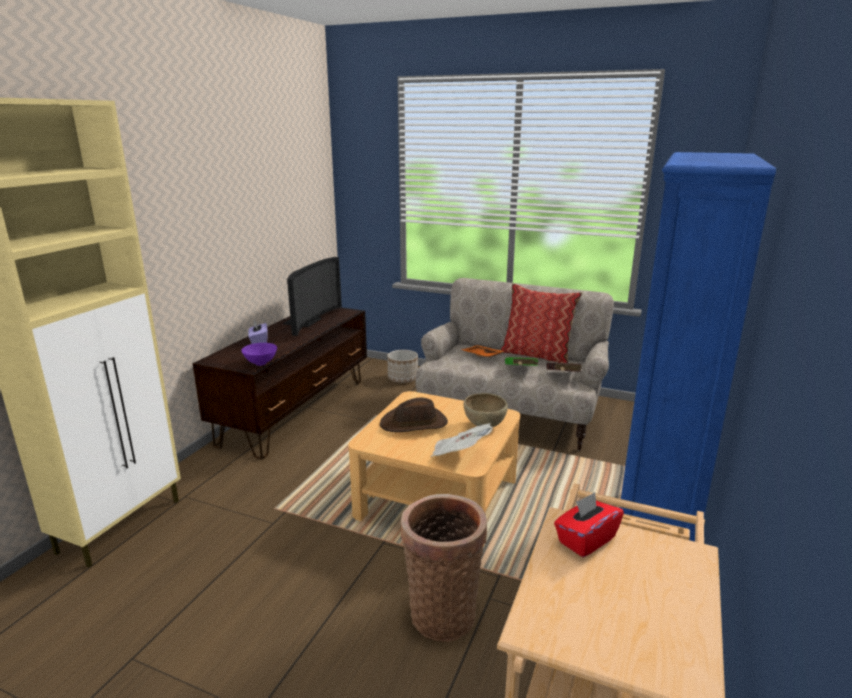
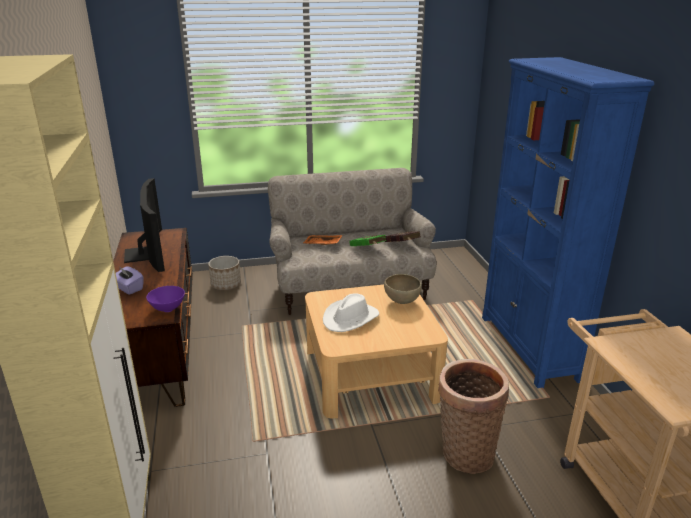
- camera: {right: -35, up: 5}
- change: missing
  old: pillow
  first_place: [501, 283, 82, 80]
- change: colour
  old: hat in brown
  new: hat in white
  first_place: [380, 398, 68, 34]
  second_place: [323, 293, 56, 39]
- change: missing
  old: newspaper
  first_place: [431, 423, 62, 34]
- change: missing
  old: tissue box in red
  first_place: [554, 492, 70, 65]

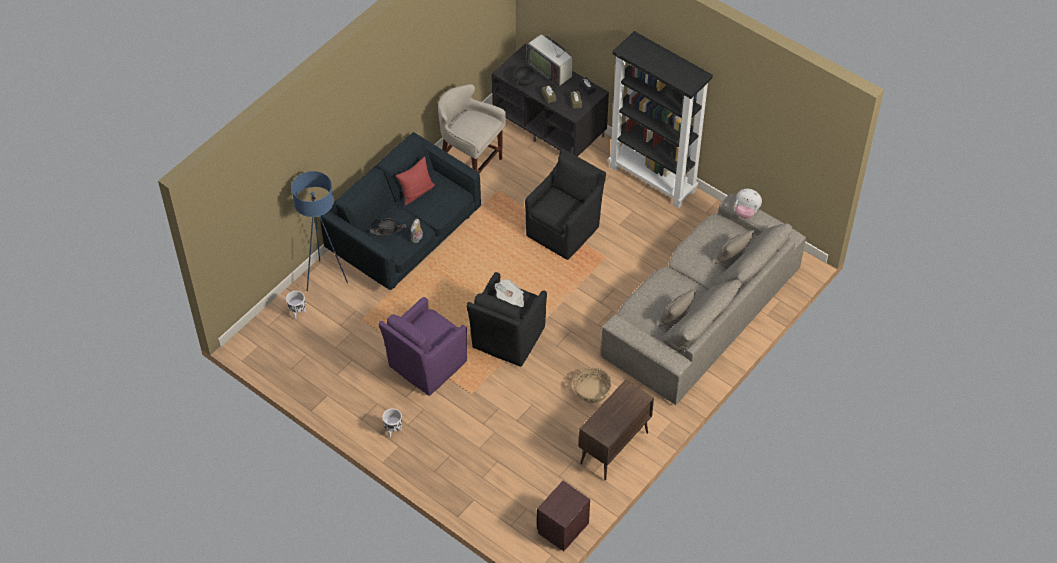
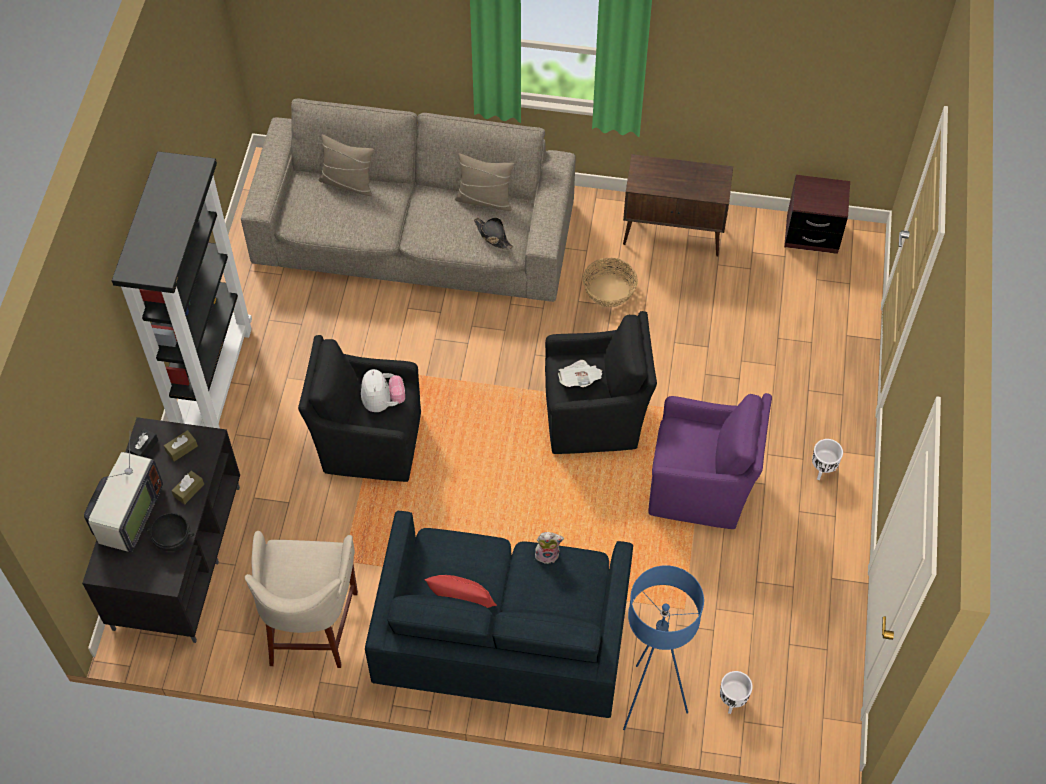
- camera: {right: -120, up: 5}
- change: relocated
  old: plush toy
  first_place: [735, 189, 27, 29]
  second_place: [361, 369, 44, 43]
- change: relocated
  old: hat in black
  first_place: [370, 219, 36, 16]
  second_place: [474, 217, 39, 33]

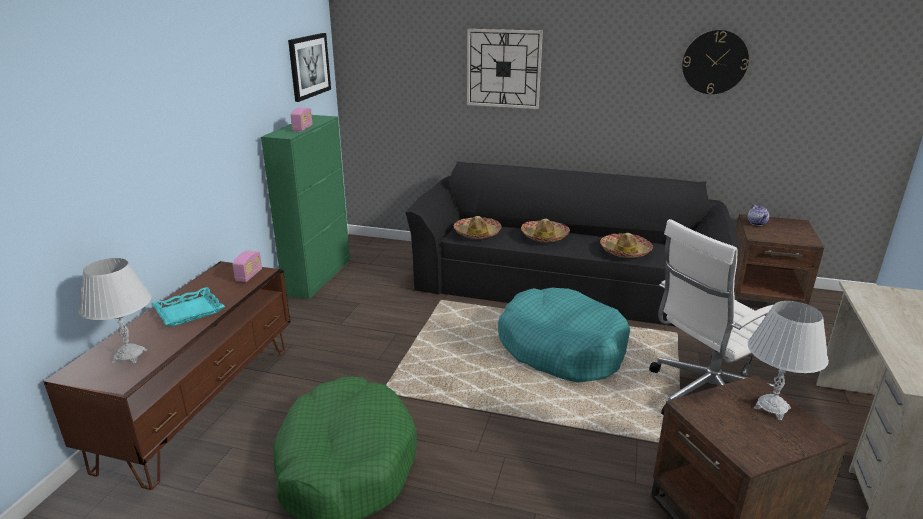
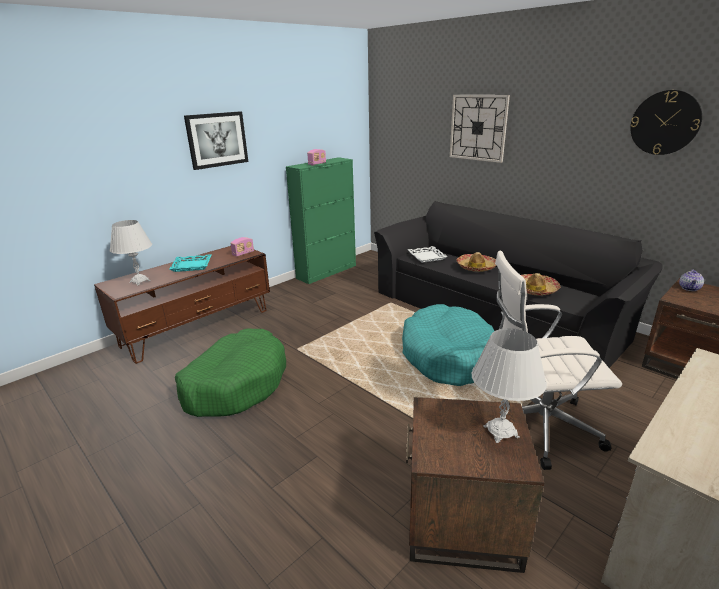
- camera: {right: 30, up: 0}
- change: relocated
  old: picture
  first_place: [288, 33, 43, 69]
  second_place: [184, 111, 64, 59]
- change: exchanged
  old: hat
  new: tray in white
  first_place: [454, 216, 47, 23]
  second_place: [408, 246, 40, 17]

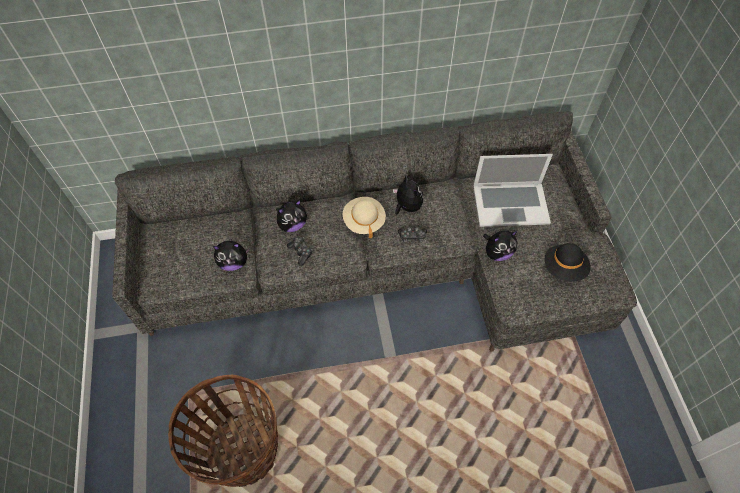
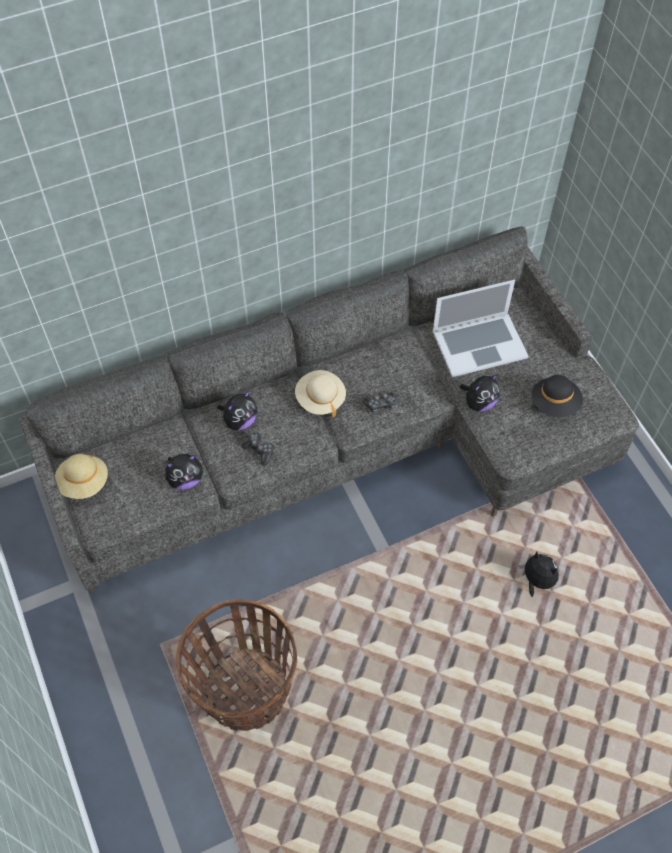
- camera: {right: -15, up: 0}
- change: relocated
  old: plush toy
  first_place: [393, 176, 30, 39]
  second_place: [518, 551, 41, 46]
- change: appeared
  new: hat in beige
  second_place: [55, 454, 53, 45]

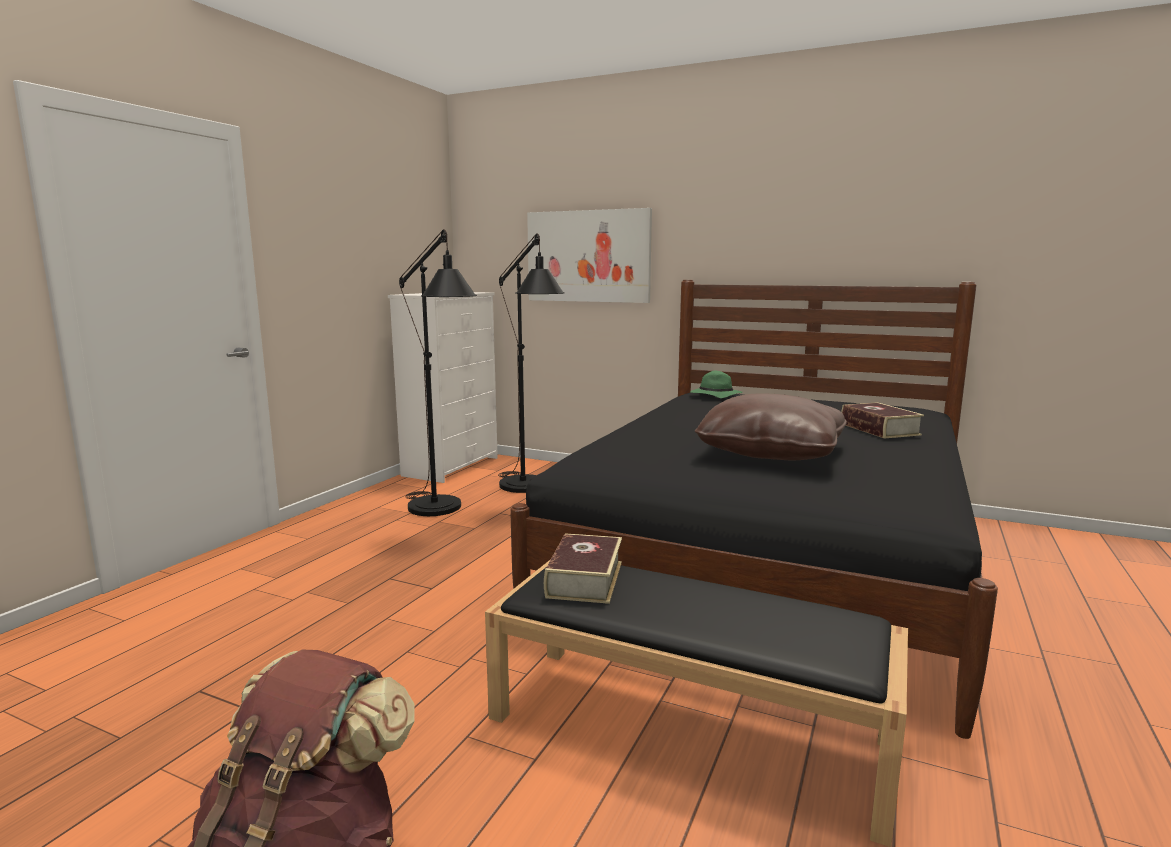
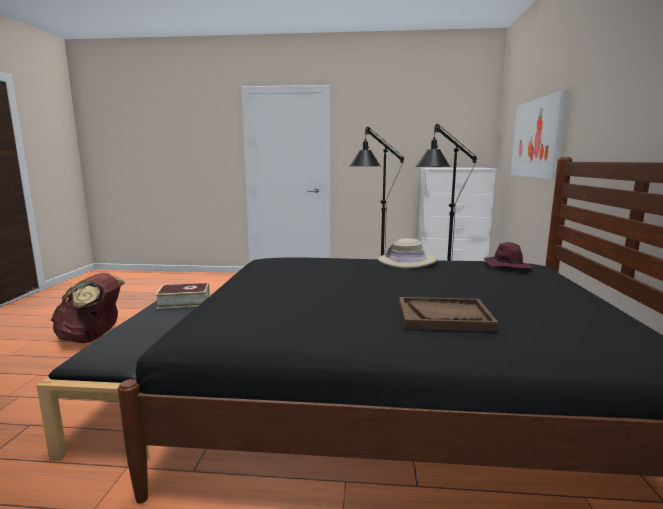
- camera: {right: 70, up: 0}
- change: colour
  old: hat in green
  new: hat in purple
  first_place: [690, 370, 53, 28]
  second_place: [484, 242, 49, 26]
- change: missing
  old: pillow in brown
  first_place: [695, 393, 152, 67]
- change: exchanged
  old: book
  new: tray in brown
  first_place: [841, 402, 83, 37]
  second_place: [399, 297, 100, 34]
- change: appeared
  new: hat in beige
  second_place: [378, 238, 60, 30]

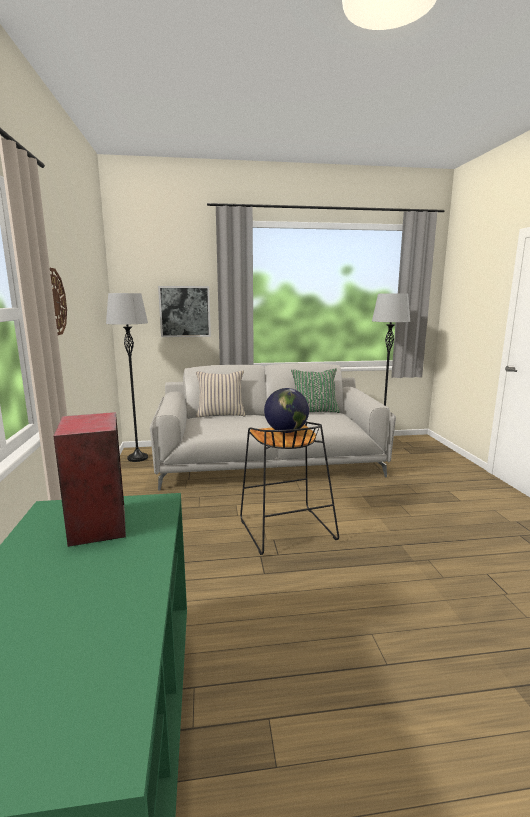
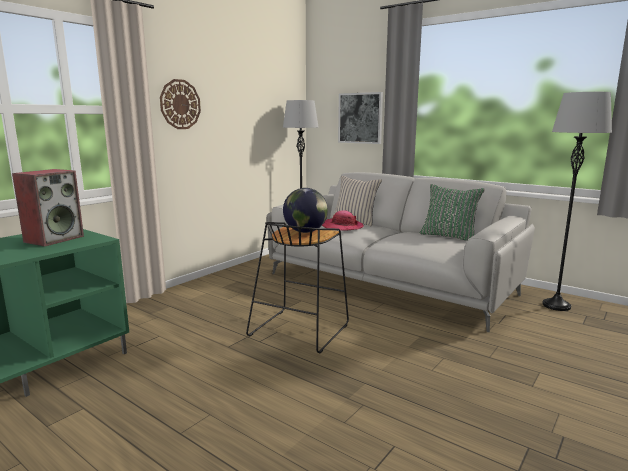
- camera: {right: 45, up: 0}
- change: appeared
  new: hat
  second_place: [322, 210, 42, 21]

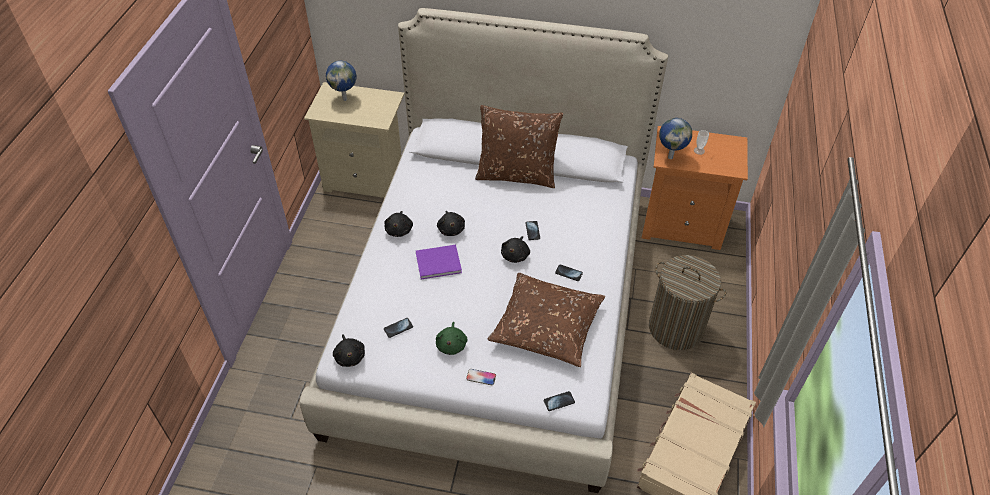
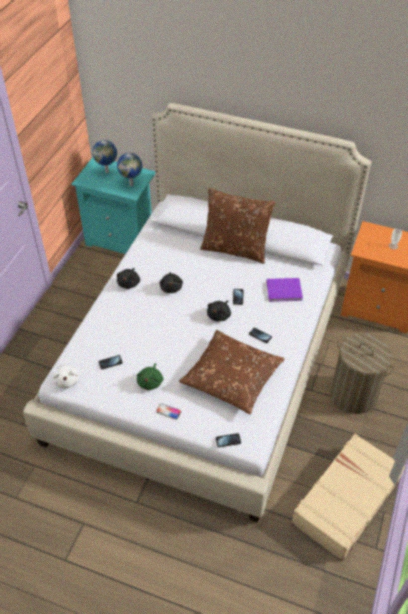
- camera: {right: 10, up: 0}
- change: colour
  old: nightstand in beige
  new: nightstand in turquoise
  first_place: [304, 82, 100, 116]
  second_place: [71, 157, 84, 97]
- change: relocated
  old: globe
  first_place: [659, 118, 33, 41]
  second_place: [117, 153, 25, 33]
- change: relocated
  old: book in purple
  first_place: [416, 245, 46, 34]
  second_place: [267, 278, 36, 24]
- change: colour
  old: plush toy in black
  new: plush toy in white
  first_place: [333, 334, 32, 33]
  second_place: [53, 362, 27, 26]

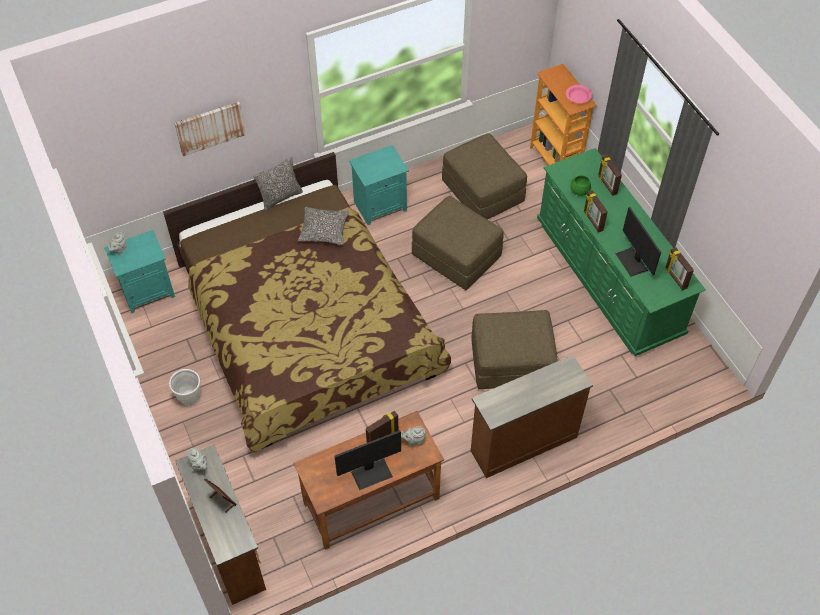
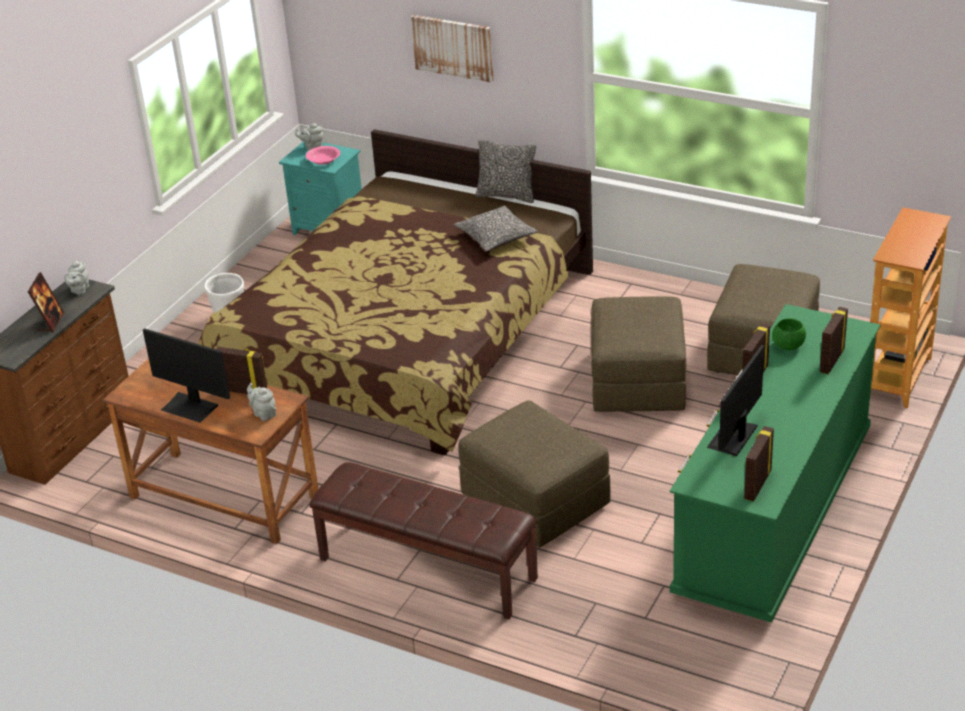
- camera: {right: 55, up: -20}
- change: relocated
  old: bowl in pink
  first_place: [566, 85, 26, 18]
  second_place: [306, 146, 34, 19]
- change: missing
  old: nightstand in turquoise
  first_place: [349, 145, 60, 80]
- change: exchanged
  old: dresser in brown
  new: bench in brown
  first_place: [471, 355, 122, 123]
  second_place: [309, 462, 229, 158]

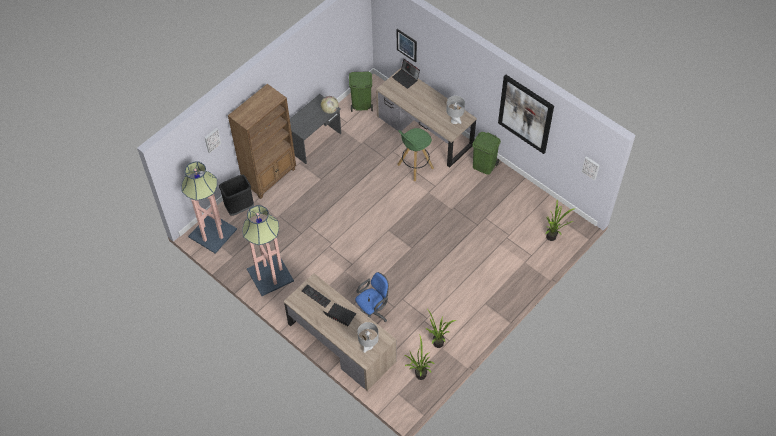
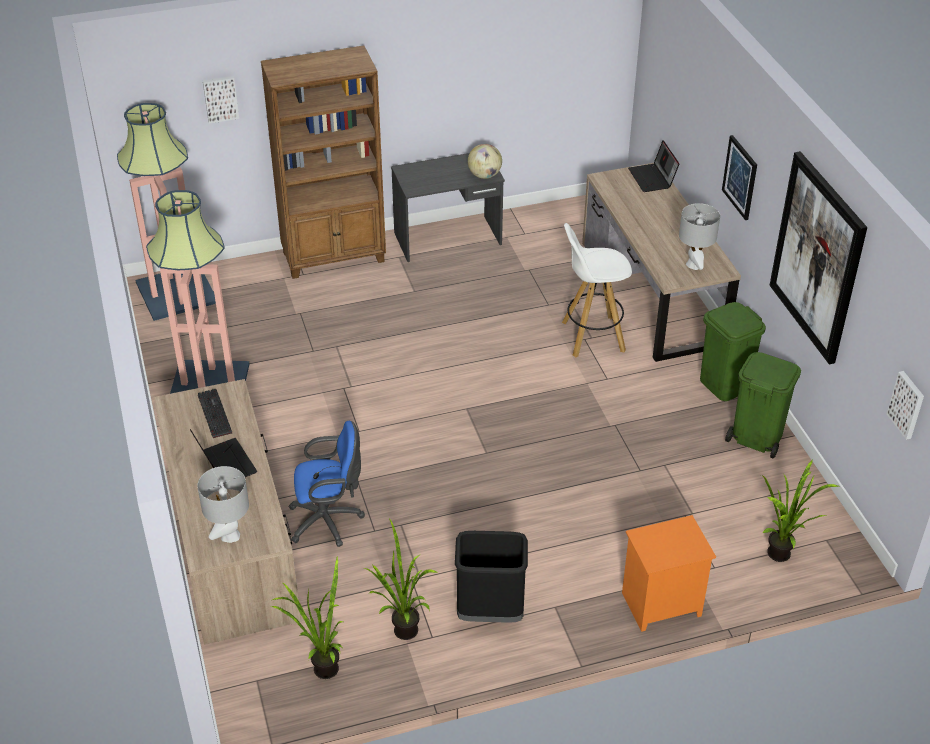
- camera: {right: 30, up: -15}
- change: relocated
  old: picture
  first_place: [397, 29, 20, 33]
  second_place: [722, 135, 35, 85]
- change: relocated
  old: trash can in green
  first_place: [349, 71, 24, 41]
  second_place: [725, 352, 76, 106]
- change: colour
  old: stool in green
  new: stool in white
  first_place: [397, 128, 37, 54]
  second_place: [562, 223, 70, 135]
- change: relocated
  old: trash can in black
  first_place: [219, 175, 35, 41]
  second_place: [455, 531, 73, 92]
- change: appeared
  new: nightstand in orange
  second_place: [622, 515, 94, 117]

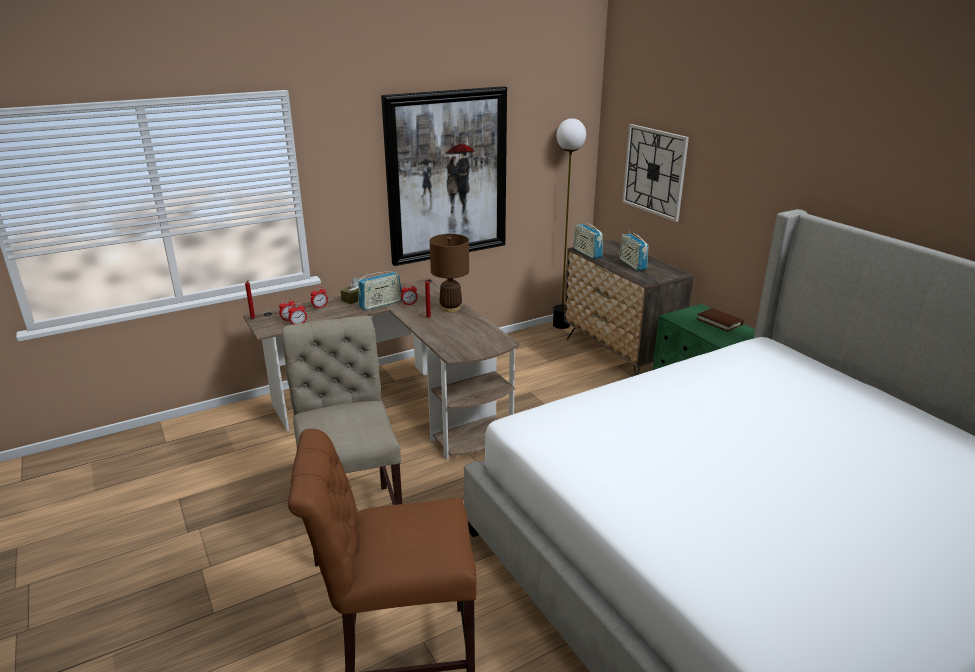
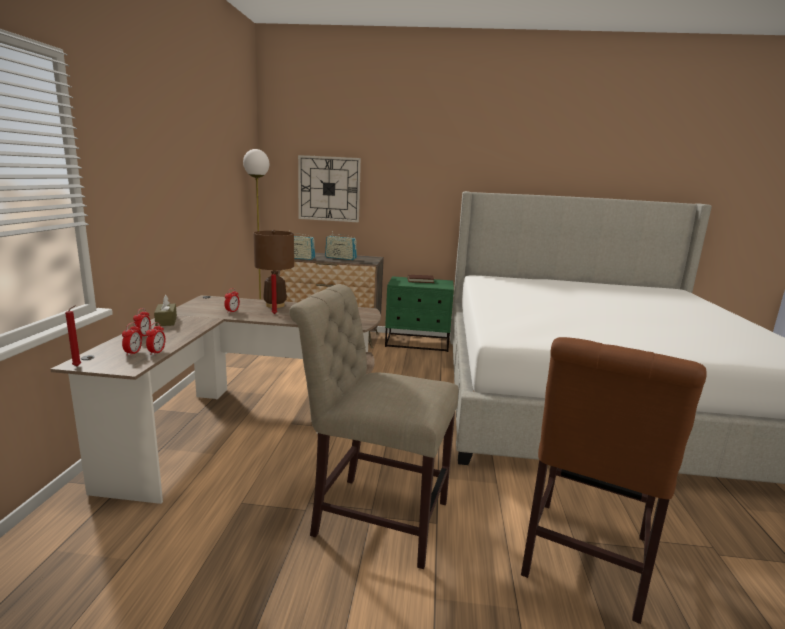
- camera: {right: -55, up: -10}
- change: missing
  old: picture
  first_place: [381, 86, 126, 180]
- change: missing
  old: radio
  first_place: [358, 272, 44, 38]

